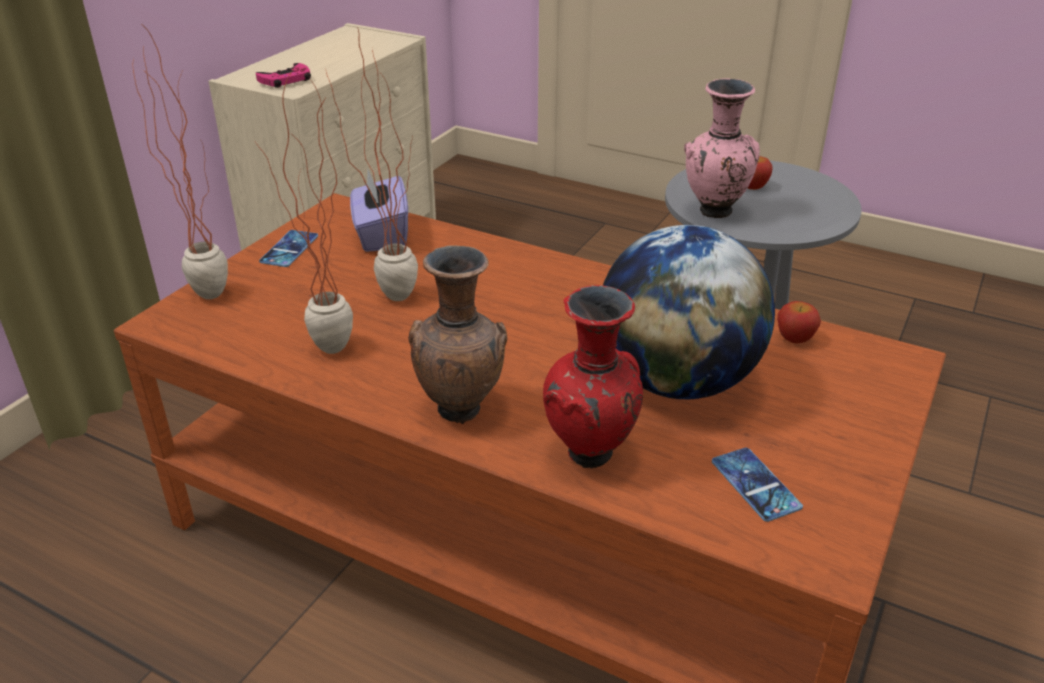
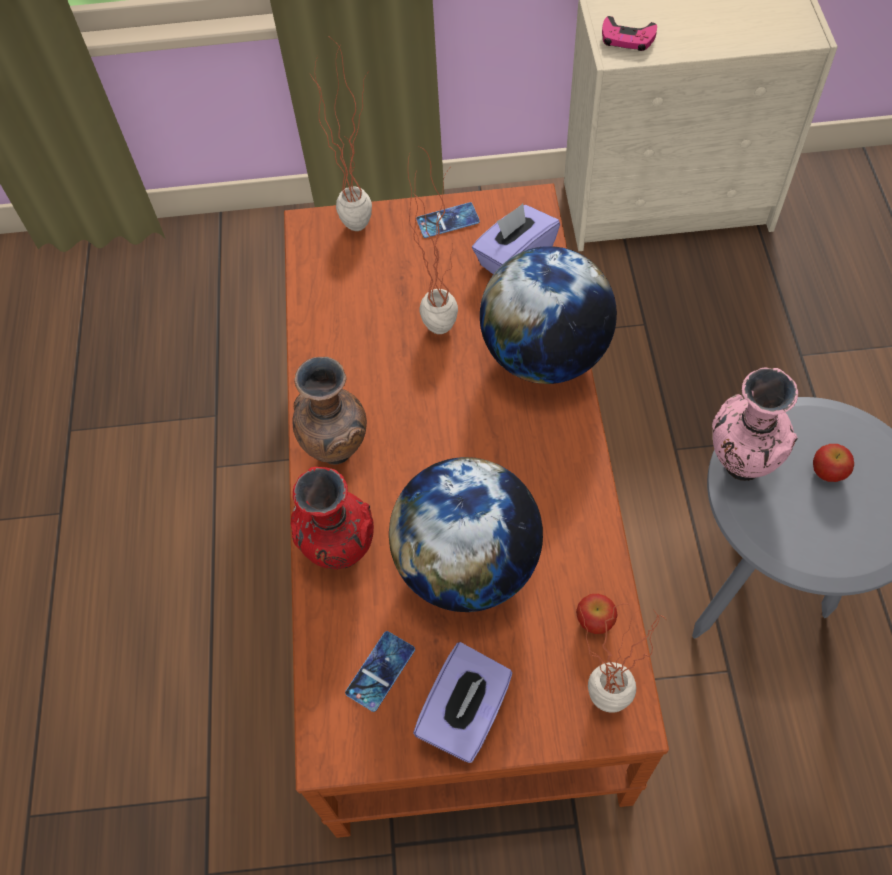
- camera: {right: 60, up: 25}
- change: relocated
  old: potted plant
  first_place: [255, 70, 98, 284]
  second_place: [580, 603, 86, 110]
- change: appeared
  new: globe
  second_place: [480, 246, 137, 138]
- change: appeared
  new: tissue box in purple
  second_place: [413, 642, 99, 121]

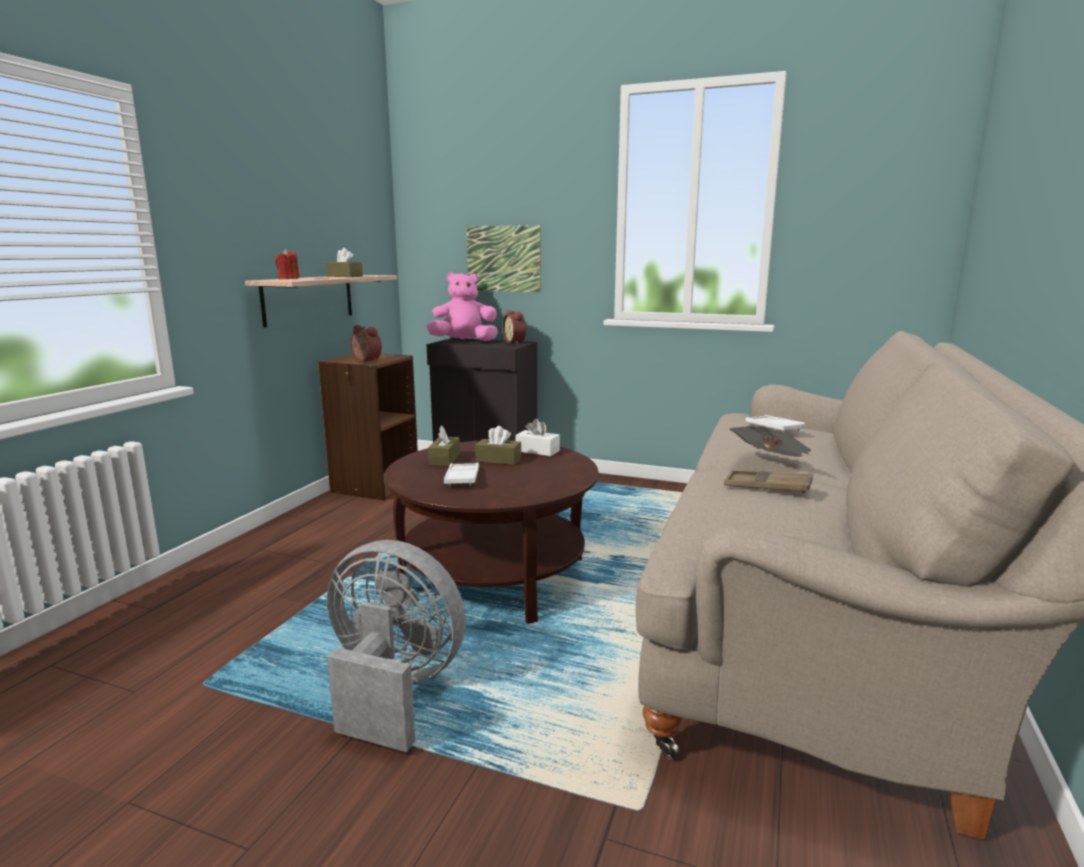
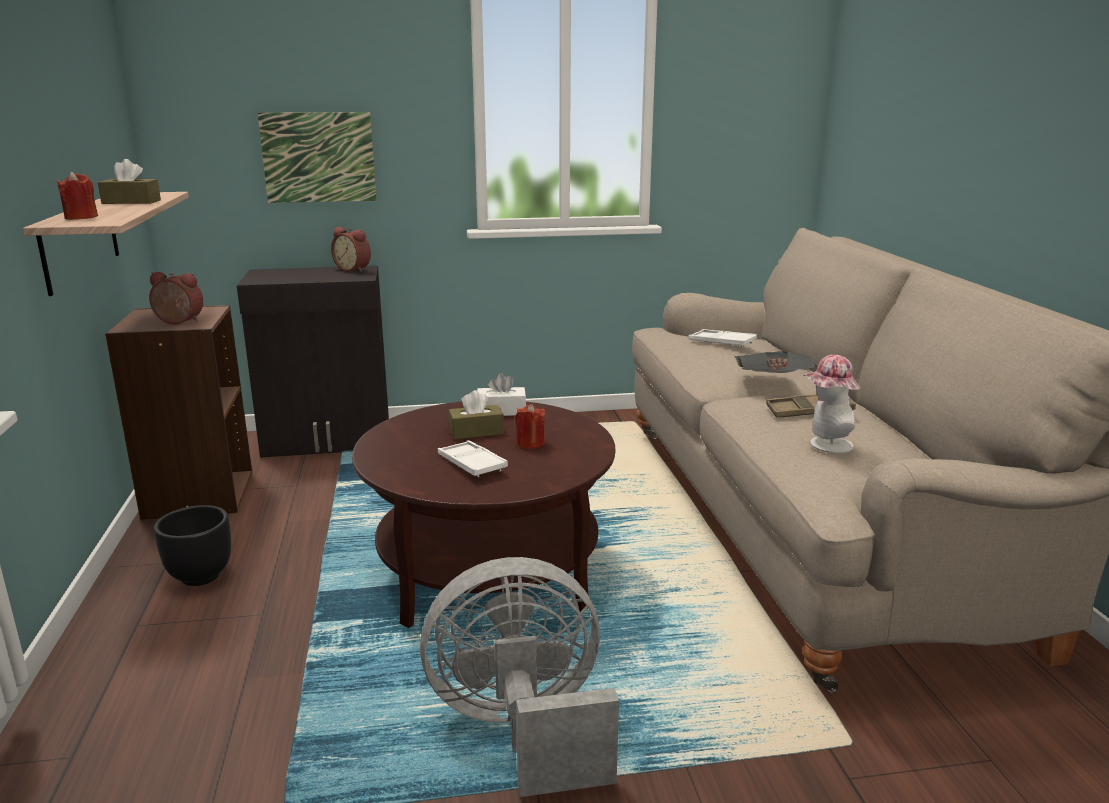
- camera: {right: -30, up: 5}
- change: missing
  old: plush toy in pink
  first_place: [426, 272, 72, 70]
- change: missing
  old: tissue box in brown
  first_place: [428, 425, 32, 41]
- change: appeared
  new: hat
  second_place: [803, 355, 57, 98]
- change: appeared
  new: candle in red
  second_place: [515, 404, 30, 45]
- change: appeared
  new: planter in black
  second_place: [154, 505, 77, 81]

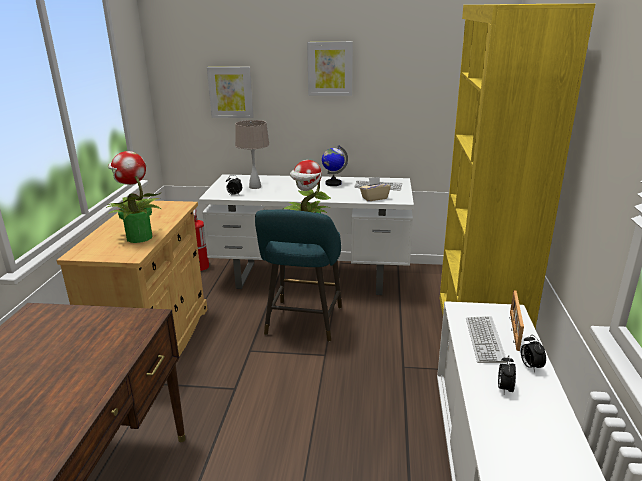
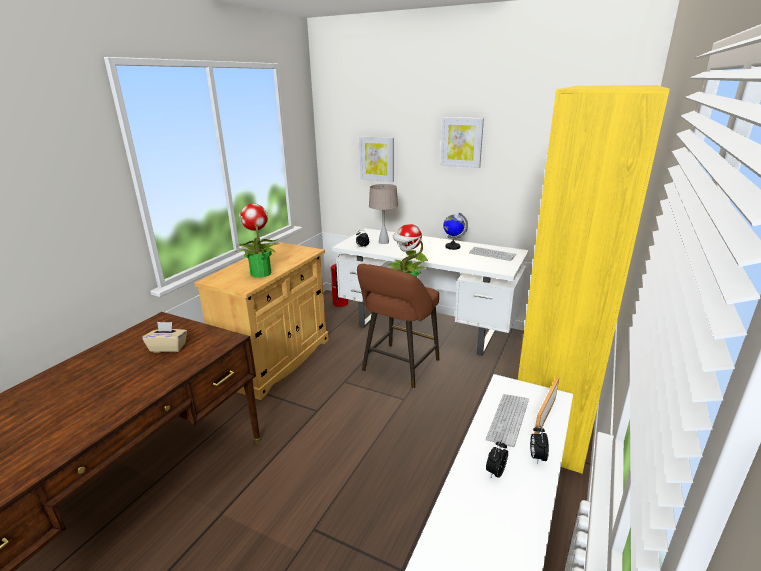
- camera: {right: 20, up: 0}
- change: relocated
  old: tissue box in beige
  first_place: [360, 177, 31, 24]
  second_place: [142, 322, 45, 31]
- change: colour
  old: stool in turquoise
  new: stool in brown
  first_place: [255, 210, 87, 132]
  second_place: [357, 264, 82, 125]

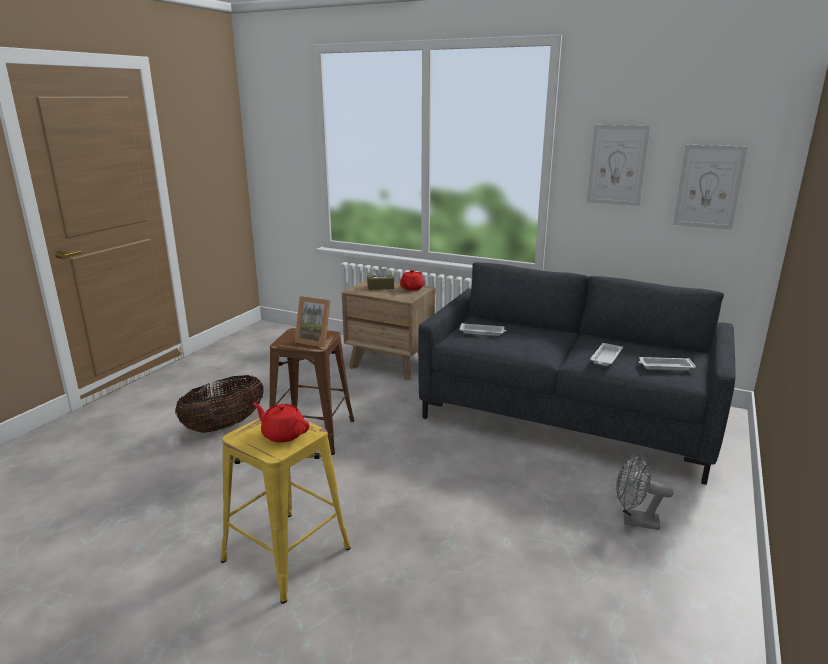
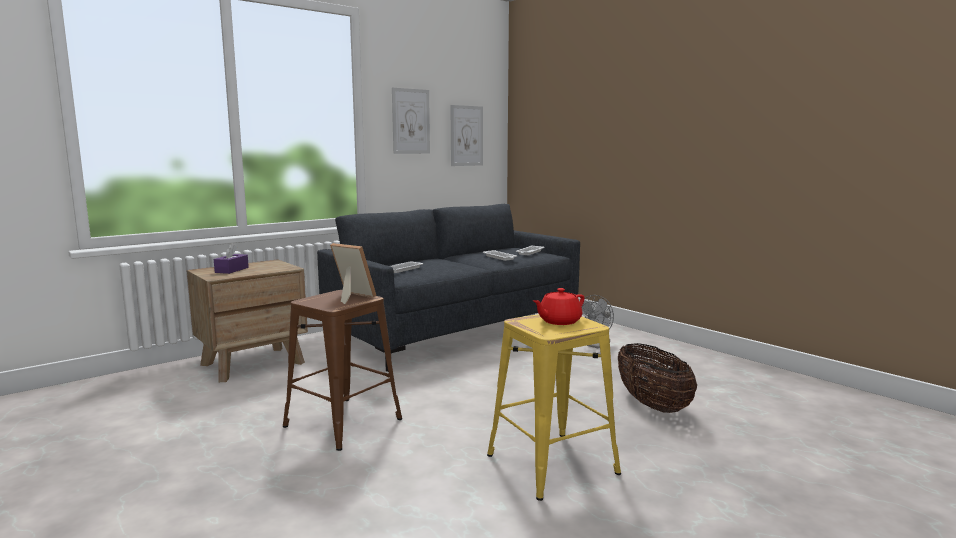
- camera: {right: -65, up: -10}
- change: colour
  old: tissue box in brown
  new: tissue box in purple
  first_place: [367, 267, 27, 23]
  second_place: [214, 244, 35, 30]
- change: missing
  old: teapot in red
  first_place: [400, 270, 24, 20]
- change: spun
  old: picture frame
  first_place: [295, 296, 36, 51]
  second_place: [330, 243, 46, 61]
  degrees: -105
- change: relocated
  old: basket
  first_place: [175, 375, 89, 58]
  second_place: [618, 343, 79, 70]

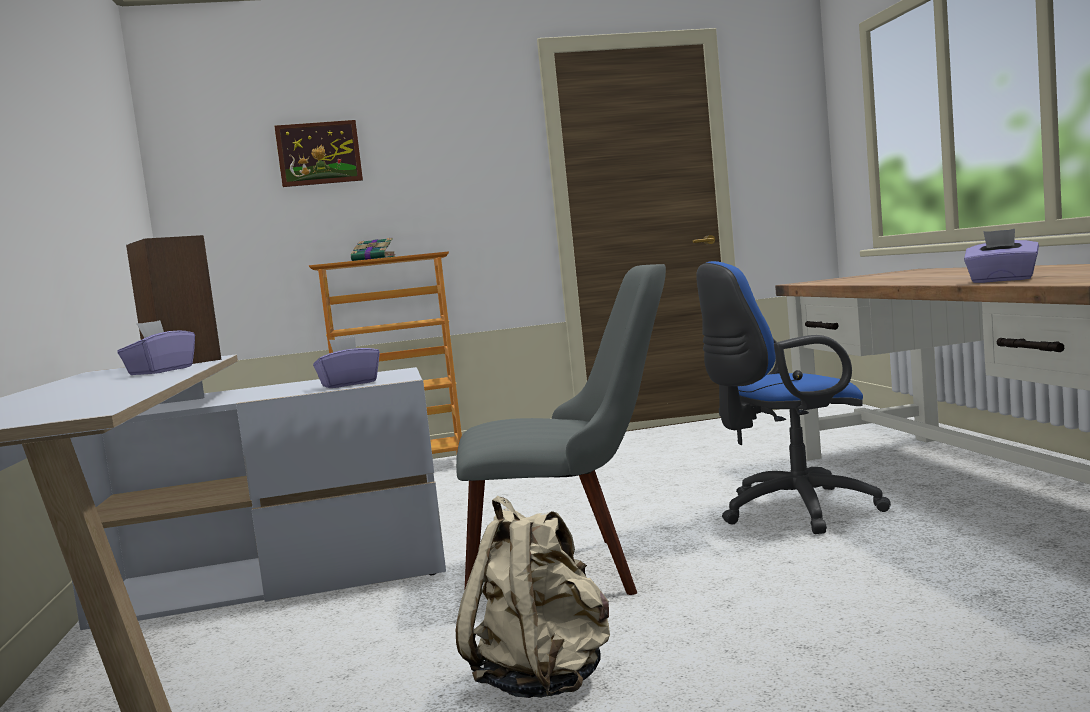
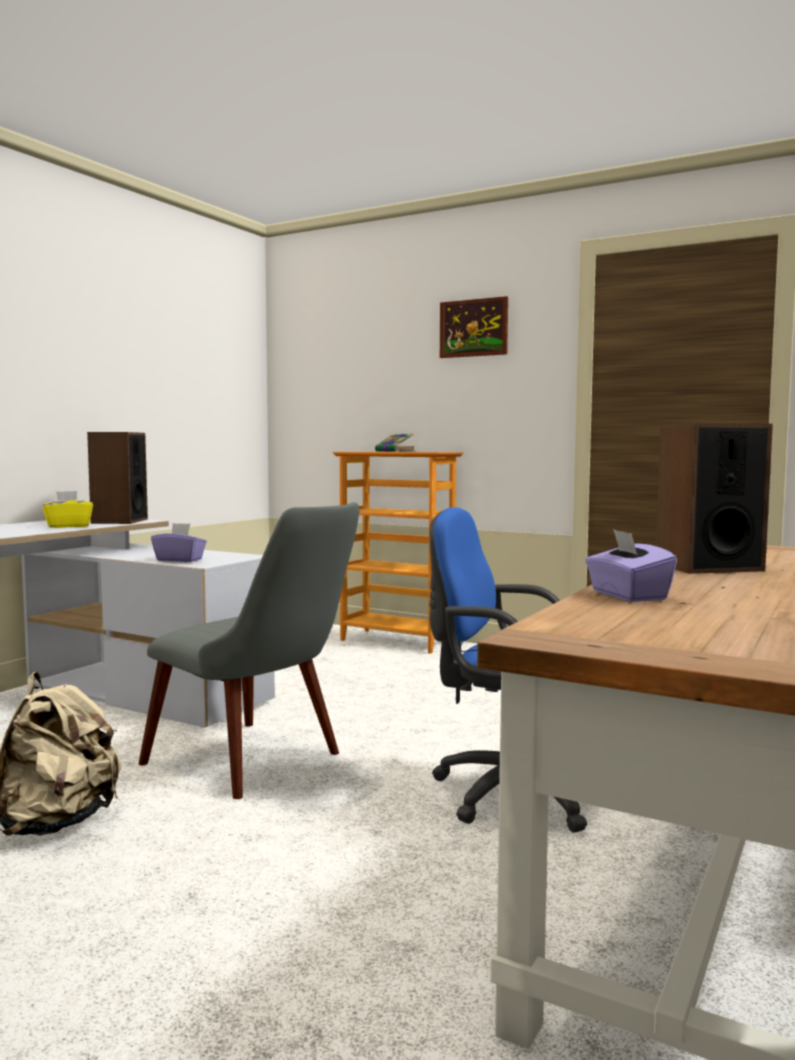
- camera: {right: 40, up: 0}
- change: relocated
  old: picture
  first_place: [274, 120, 89, 67]
  second_place: [440, 296, 68, 62]
- change: colour
  old: tissue box in purple
  new: tissue box in yellow
  first_place: [117, 320, 78, 55]
  second_place: [43, 491, 50, 37]
- change: appeared
  new: speaker
  second_place: [656, 423, 117, 151]

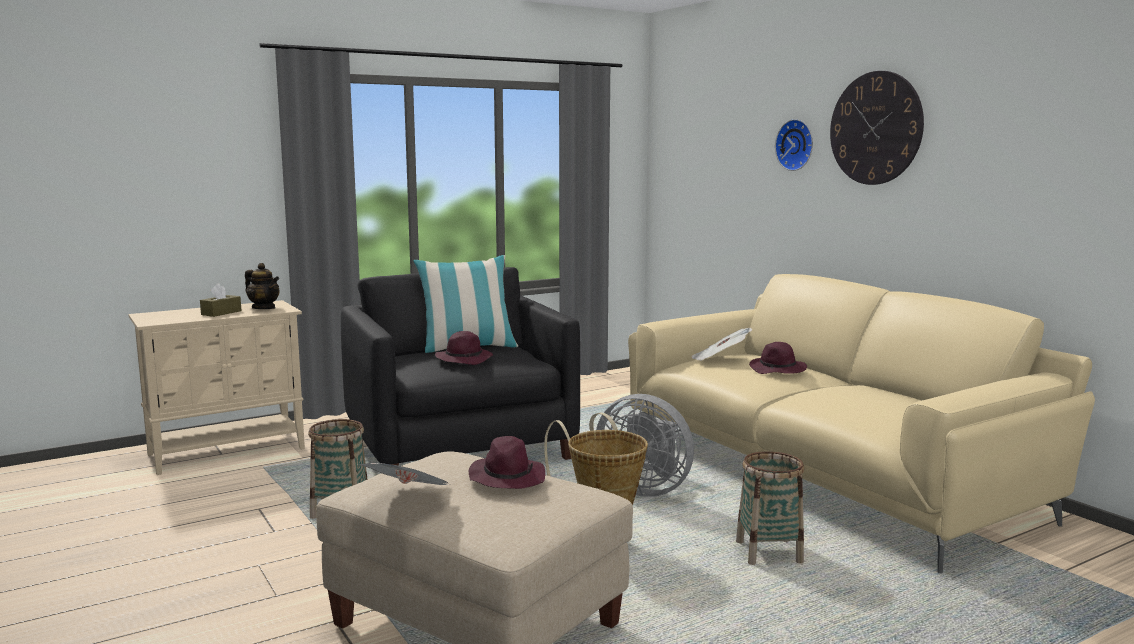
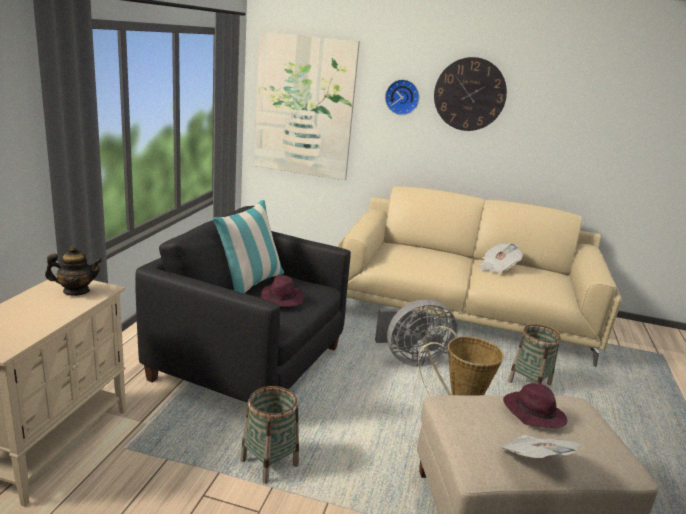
- camera: {right: -45, up: 10}
- change: missing
  old: tissue box in brown
  first_place: [200, 283, 42, 34]
- change: relocated
  old: newspaper
  first_place: [691, 328, 61, 33]
  second_place: [479, 243, 44, 30]
- change: missing
  old: hat in purple
  first_place: [749, 342, 58, 32]
- change: appeared
  new: picture
  second_place: [254, 31, 106, 149]

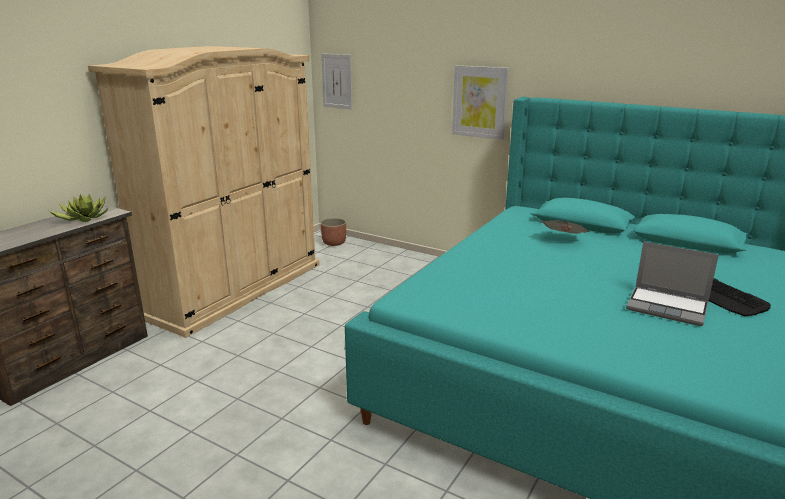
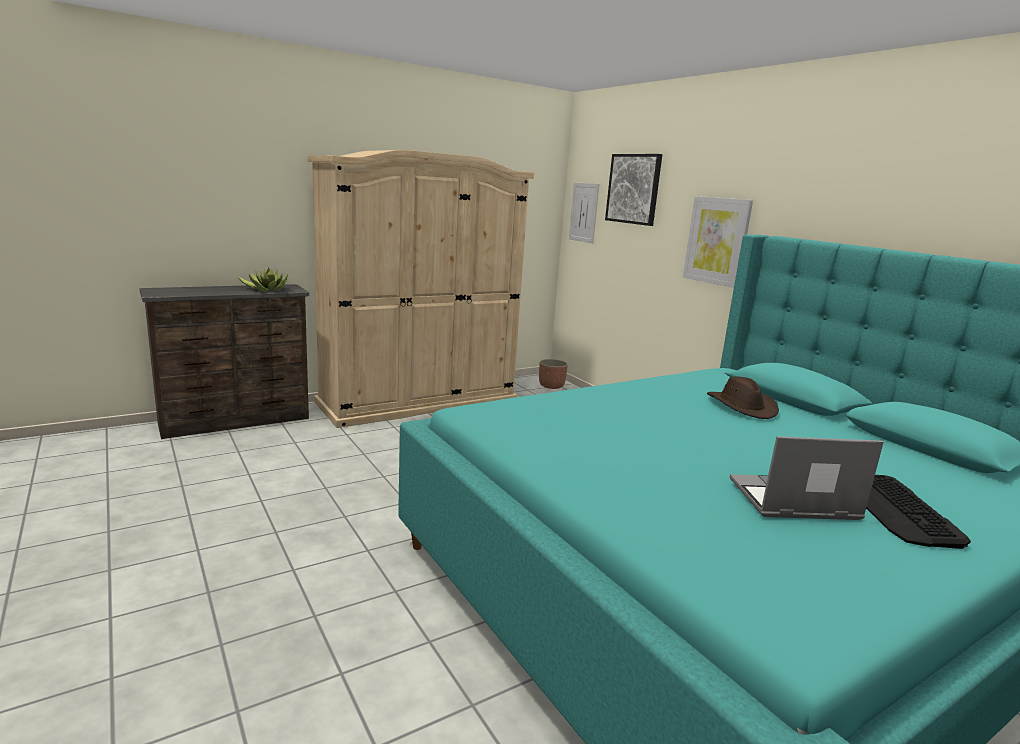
- camera: {right: 25, up: -5}
- change: exchanged
  old: newspaper
  new: hat in brown
  first_place: [541, 220, 48, 14]
  second_place: [707, 377, 72, 42]
- change: spun
  old: laptop
  first_place: [626, 242, 93, 84]
  second_place: [730, 436, 154, 84]
  degrees: 120
- change: appeared
  new: picture
  second_place: [605, 154, 57, 72]

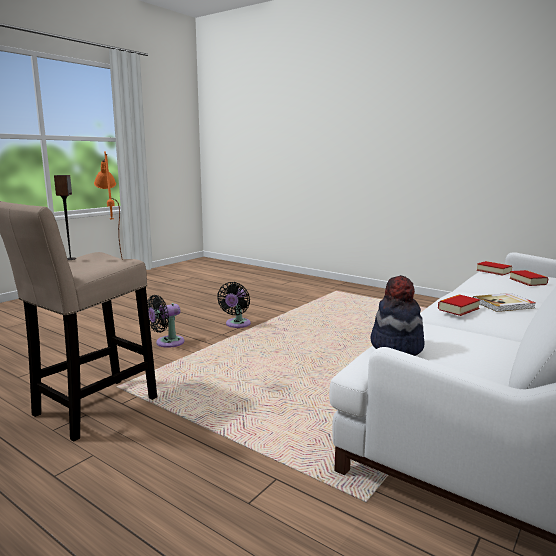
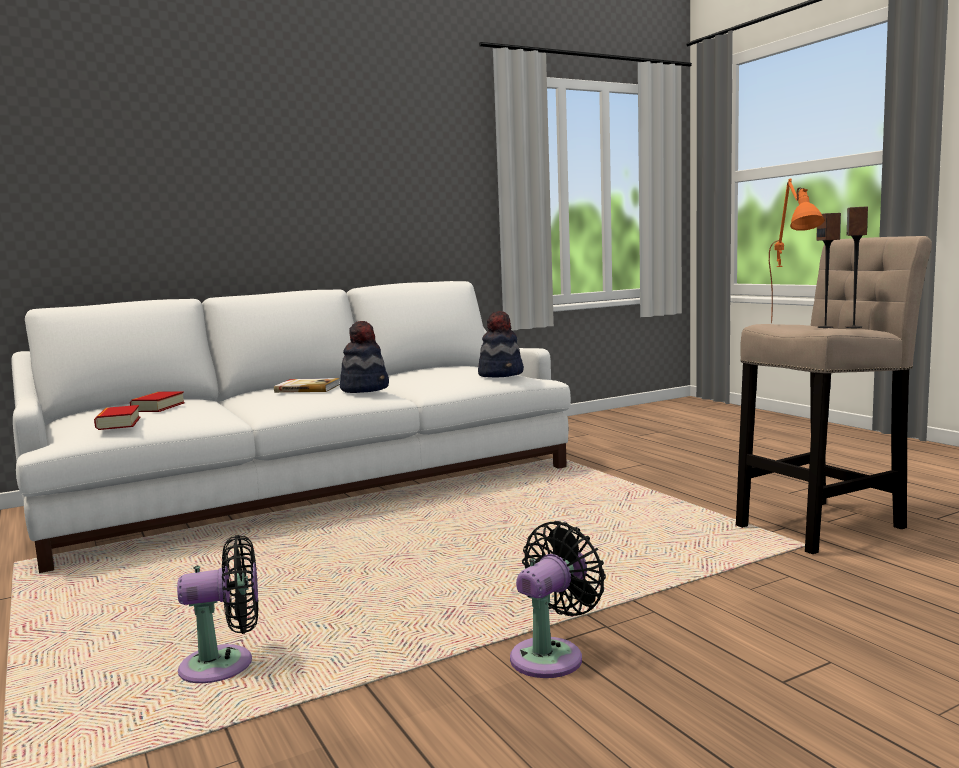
- camera: {right: -155, up: -5}
- change: exchanged
  old: book
  new: hat
  first_place: [438, 294, 43, 22]
  second_place: [340, 321, 49, 72]
- change: relocated
  old: fan in black
  first_place: [147, 295, 37, 53]
  second_place: [177, 535, 81, 148]
- change: appeared
  new: speaker
  second_place: [816, 213, 25, 115]

